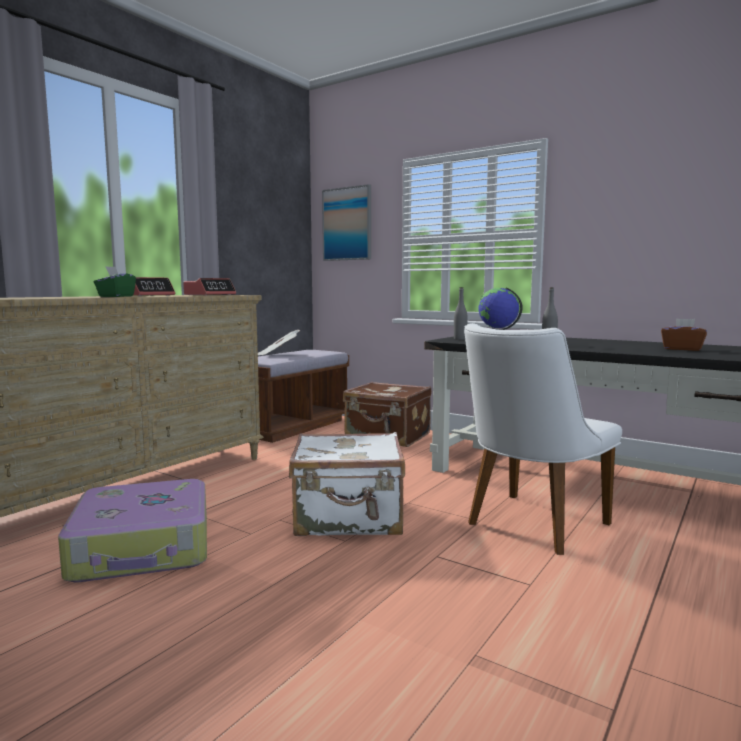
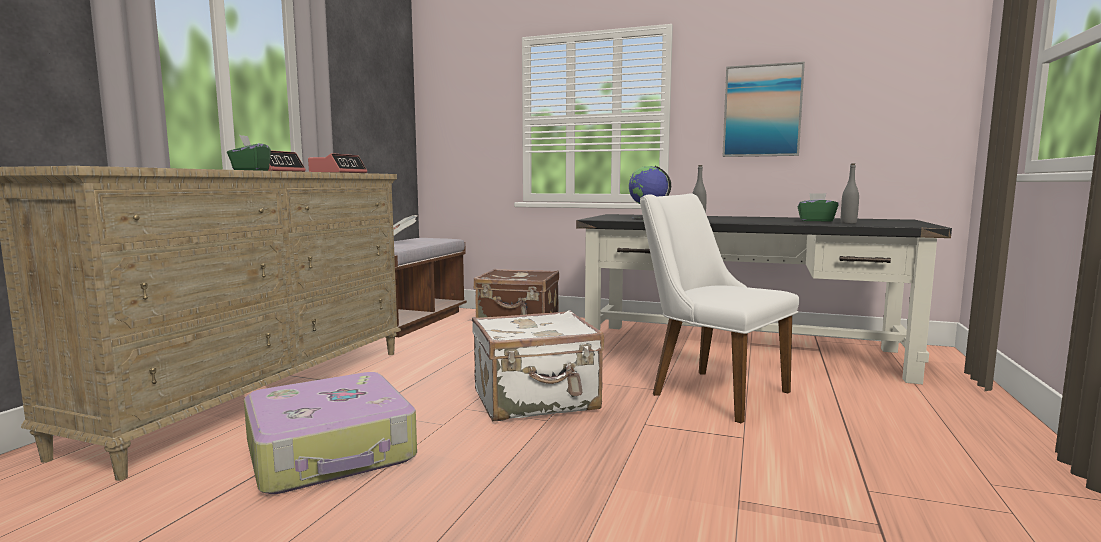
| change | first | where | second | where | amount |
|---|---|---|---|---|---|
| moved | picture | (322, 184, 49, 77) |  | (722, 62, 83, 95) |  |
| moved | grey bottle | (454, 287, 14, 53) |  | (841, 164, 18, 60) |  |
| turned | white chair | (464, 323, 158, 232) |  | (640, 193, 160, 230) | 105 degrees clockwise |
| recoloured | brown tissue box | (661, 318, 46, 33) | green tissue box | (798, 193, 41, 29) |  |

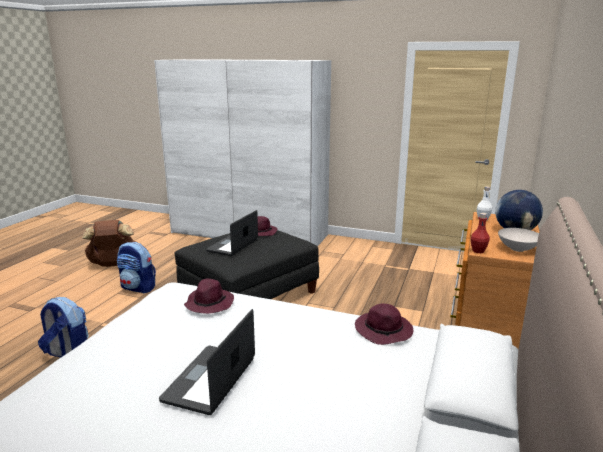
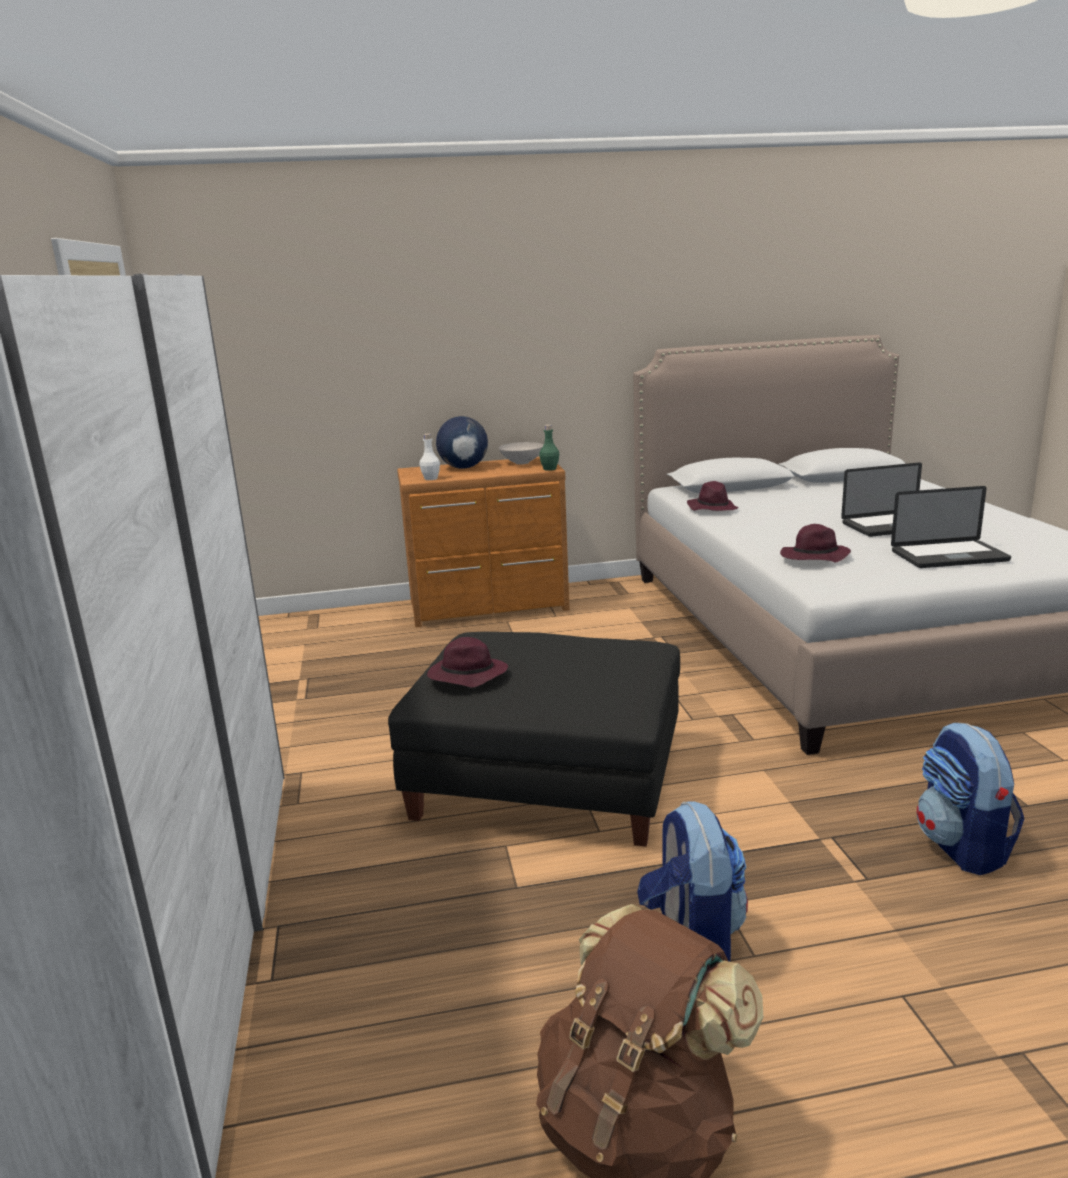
| change | first | where | second | where | amount |
|---|---|---|---|---|---|
| moved | laptop | (206, 210, 52, 46) |  | (891, 486, 120, 82) |  |
| recoloured | red bottle | (471, 213, 19, 40) | green bottle | (539, 425, 20, 46) |  |

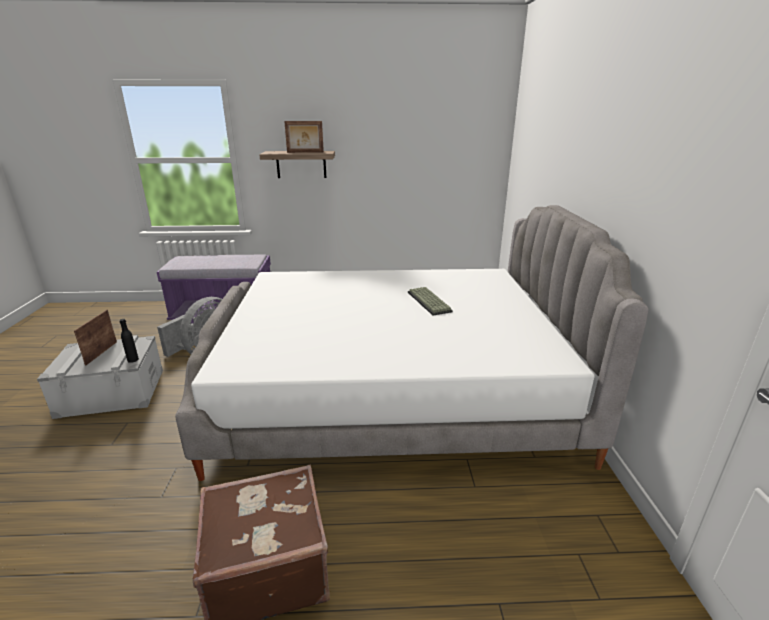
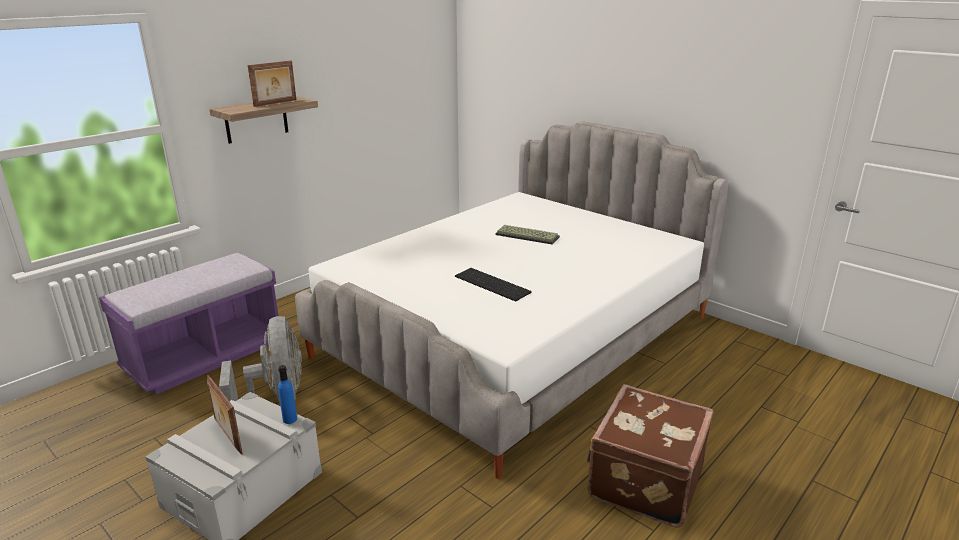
| change | first | where | second | where | amount |
|---|---|---|---|---|---|
| recoloured | black bottle | (119, 319, 20, 44) | blue bottle | (278, 365, 19, 59) |  |
| added |  |  | keyboard | (455, 268, 76, 33) |  |

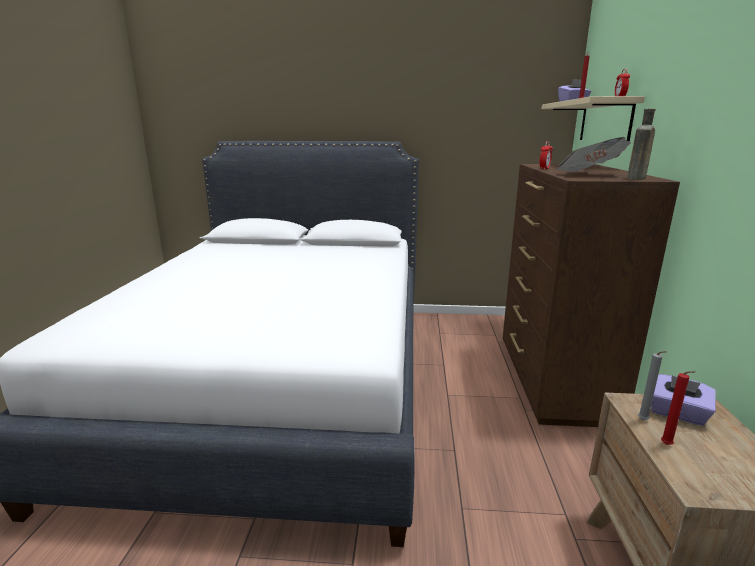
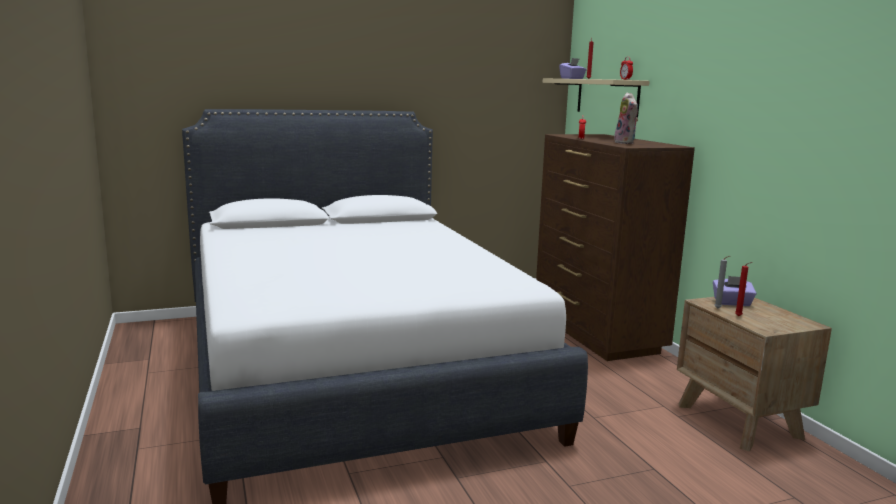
| change | first | where | second | where | amount |
|---|---|---|---|---|---|
| replaced | newspaper | (556, 137, 75, 35) | plush toy | (614, 93, 24, 51) |  |
| removed | brown bottle | (627, 109, 29, 71) |  |  |  |

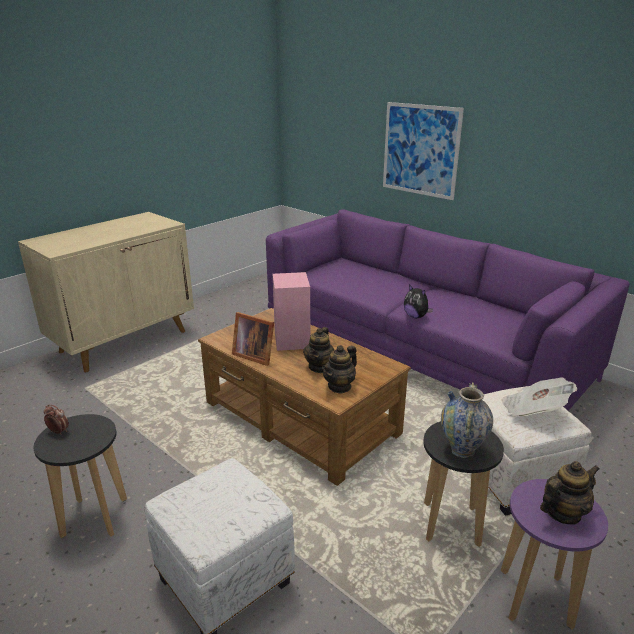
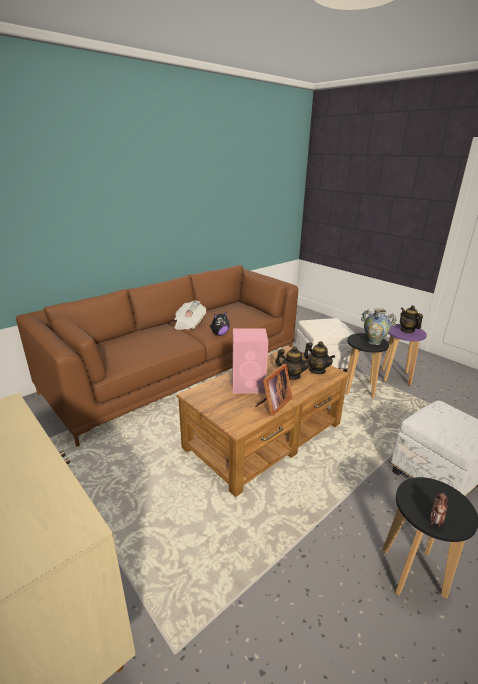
| change | first | where | second | where | amount |
|---|---|---|---|---|---|
| recoloured | purple sofa | (266, 209, 364, 202) | brown sofa | (16, 265, 282, 182) |  |
| removed | picture | (383, 102, 81, 98) |  |  |  |
| moved | newspaper | (502, 377, 75, 40) |  | (174, 301, 32, 29) |  |

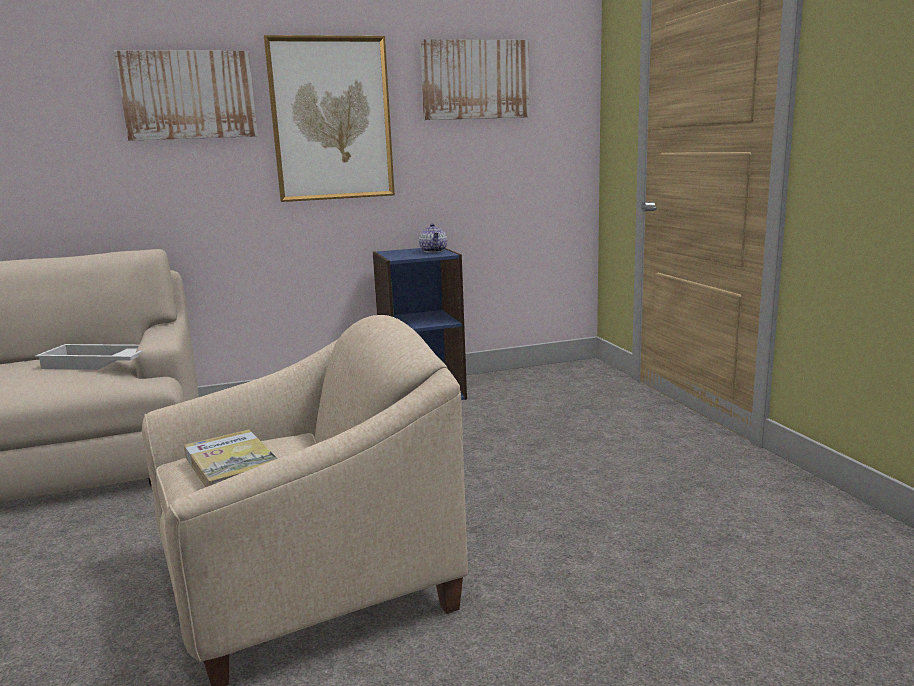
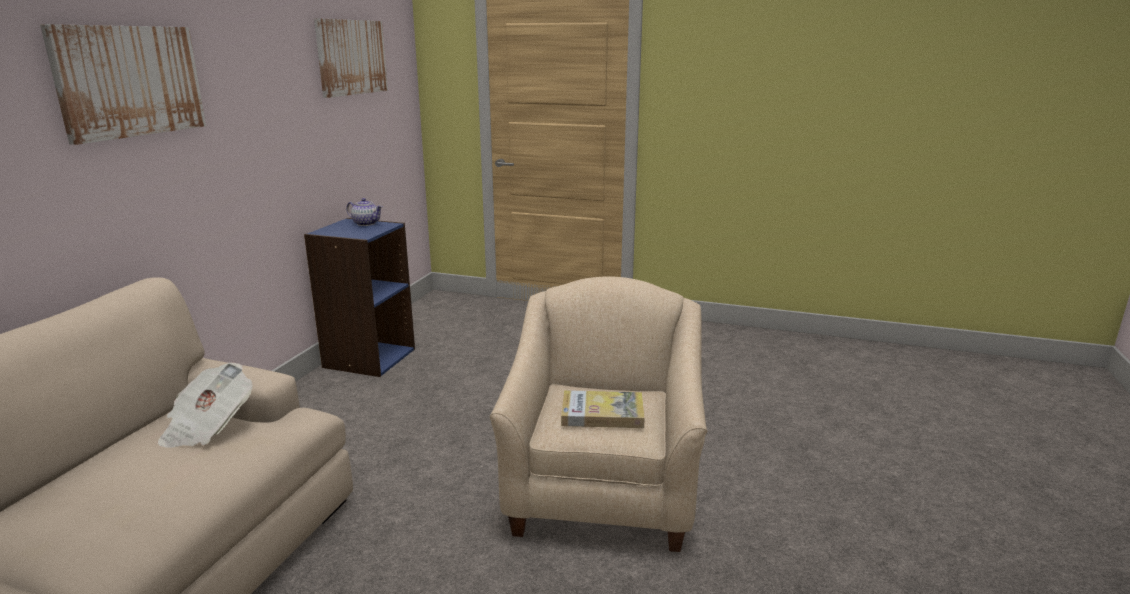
| change | first | where | second | where | amount |
|---|---|---|---|---|---|
| replaced | white tray | (35, 344, 108, 26) | newspaper | (157, 363, 96, 85) |  |
| removed | picture | (264, 35, 131, 167) |  |  |  |

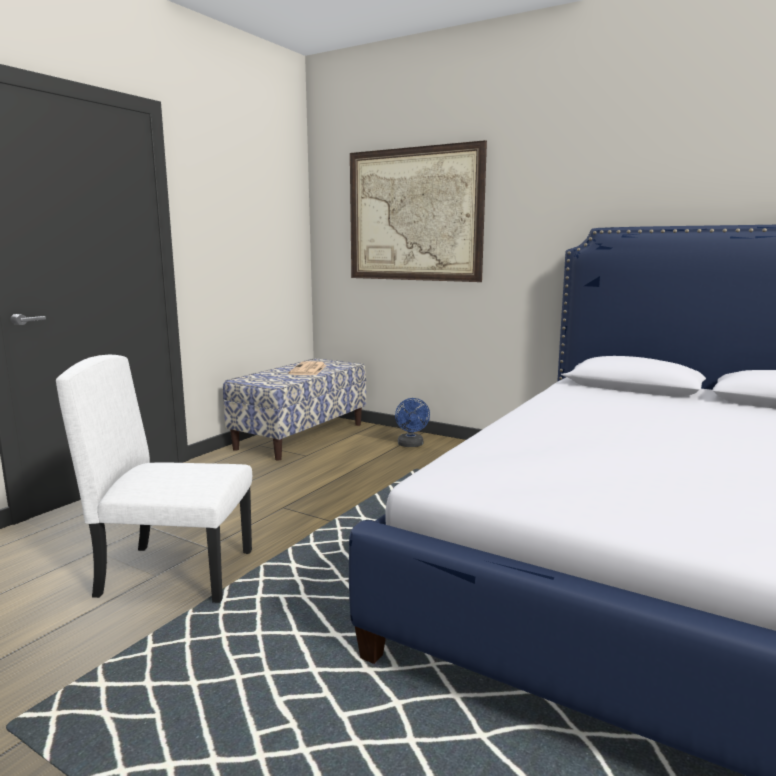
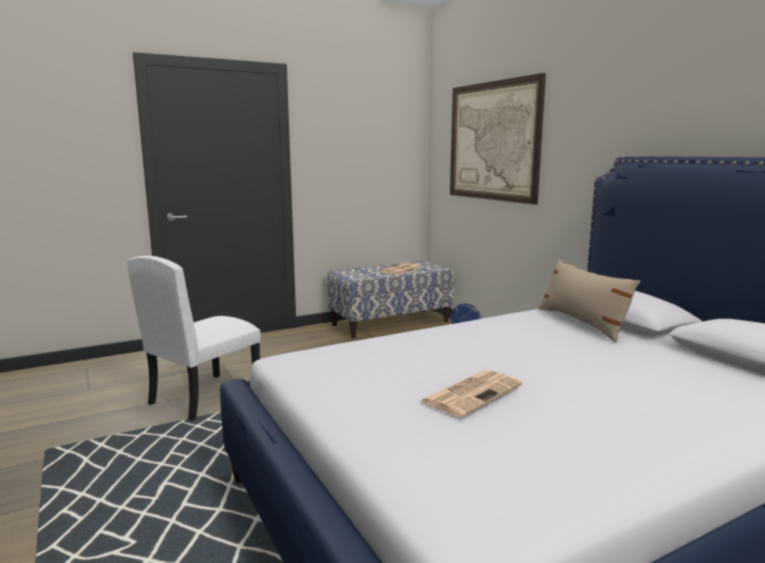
| change | first | where | second | where | amount |
|---|---|---|---|---|---|
| turned | white chair | (56, 355, 196, 248) |  | (127, 256, 134, 165) | 90 degrees counterclockwise |
| added |  |  | newspaper | (419, 370, 104, 48) |  |
| added |  |  | beige pillow | (539, 259, 101, 84) |  |

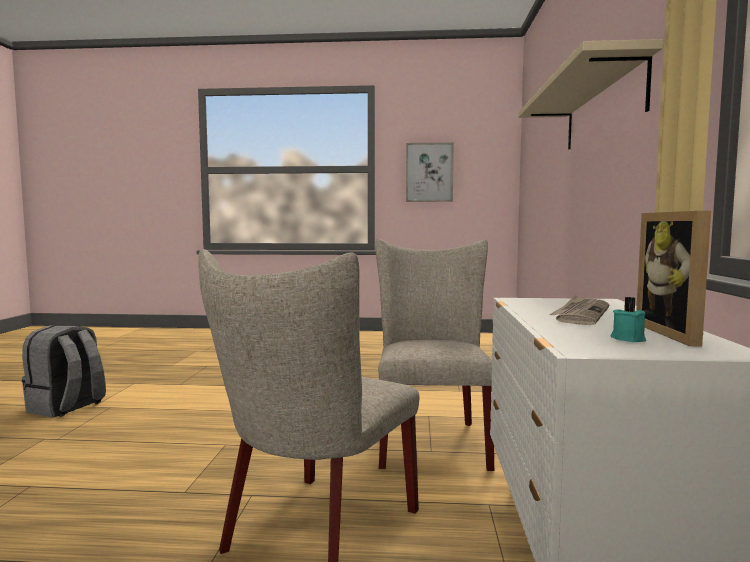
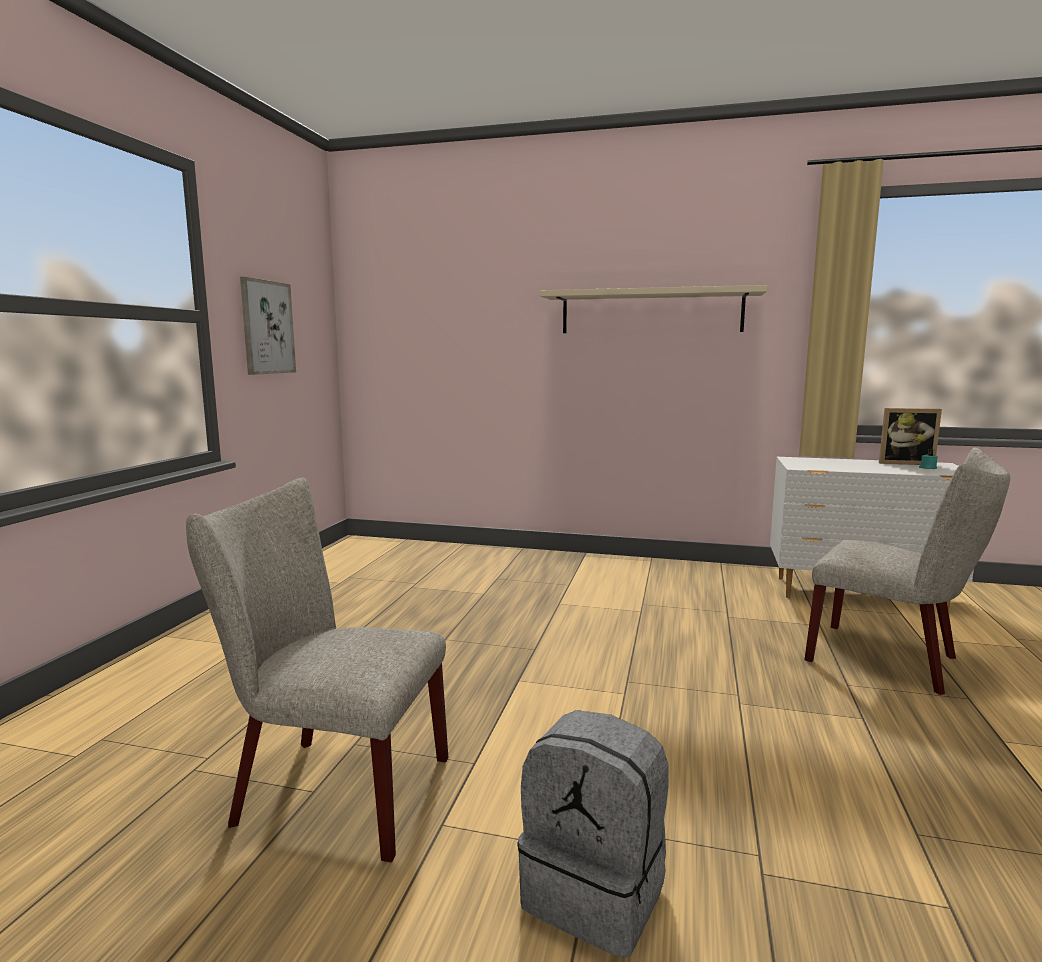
| change | first | where | second | where | amount |
|---|---|---|---|---|---|
| moved | beige chair | (375, 239, 119, 232) |  | (186, 477, 262, 385) |  |
| removed | newspaper | (549, 295, 60, 30) |  |  |  |

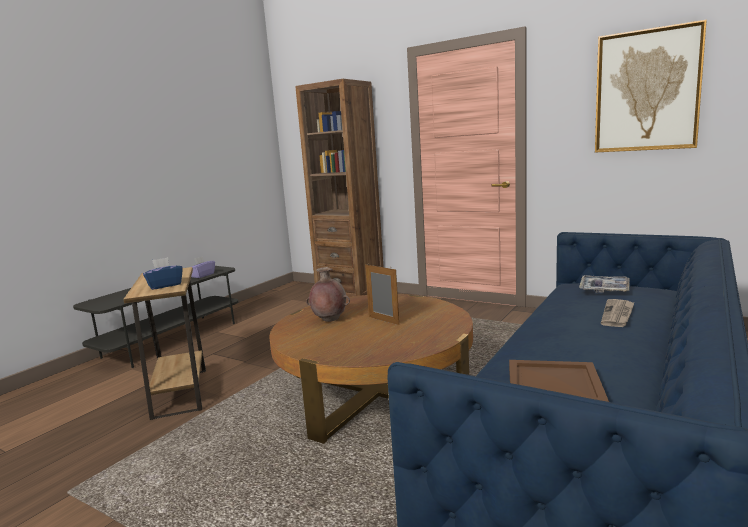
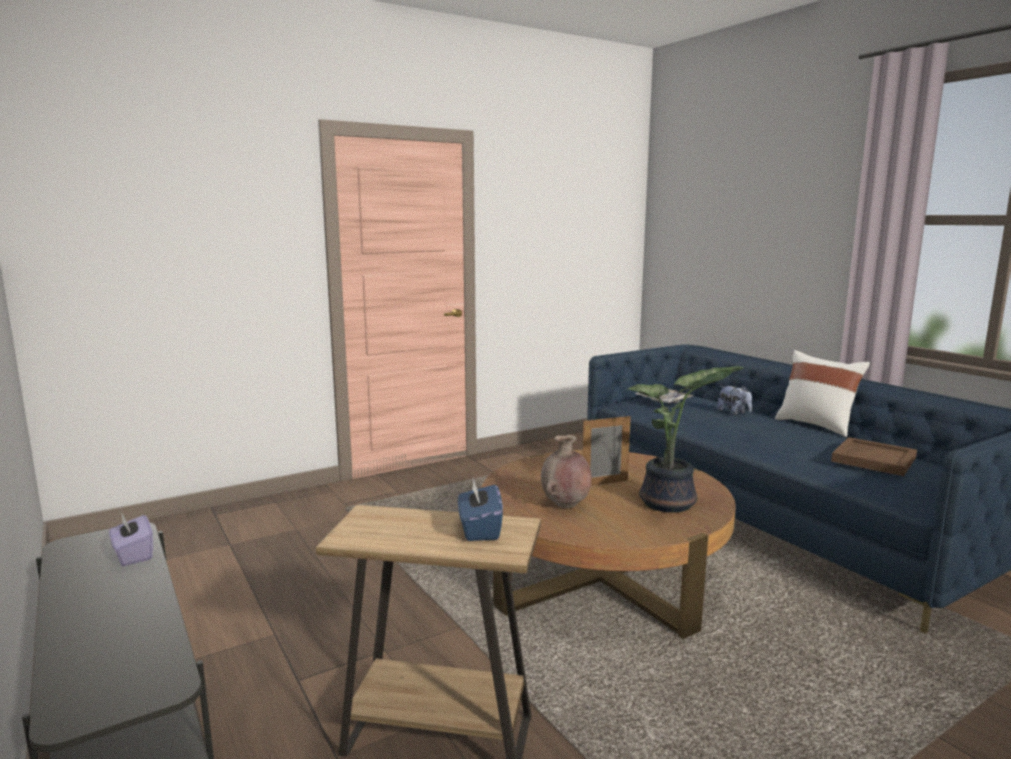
| change | first | where | second | where | amount |
|---|---|---|---|---|---|
| removed | brown bookcase | (295, 79, 88, 218) |  |  |  |
| removed | picture | (595, 19, 112, 133) |  |  |  |
| replaced | newspaper | (601, 299, 33, 28) | plush toy | (717, 386, 35, 29) |  |
| added |  |  | potted plant | (628, 366, 116, 147) |  |
| added |  |  | white pillow | (775, 350, 95, 87) |  |

